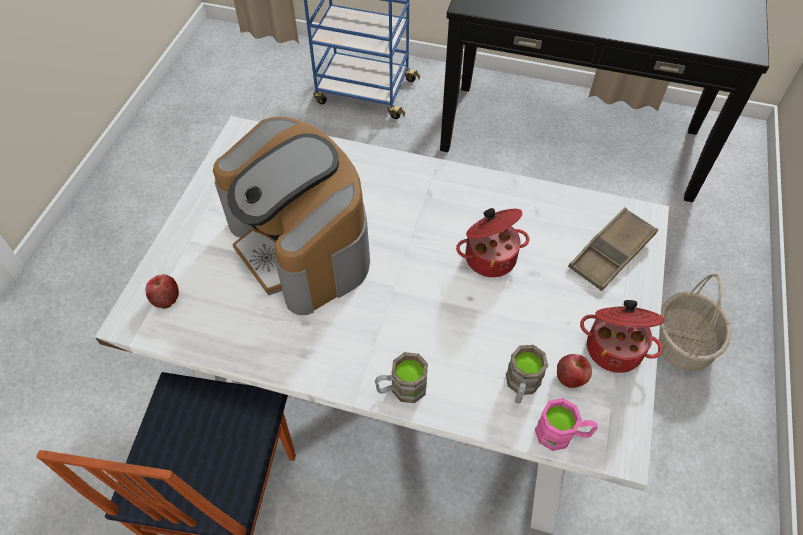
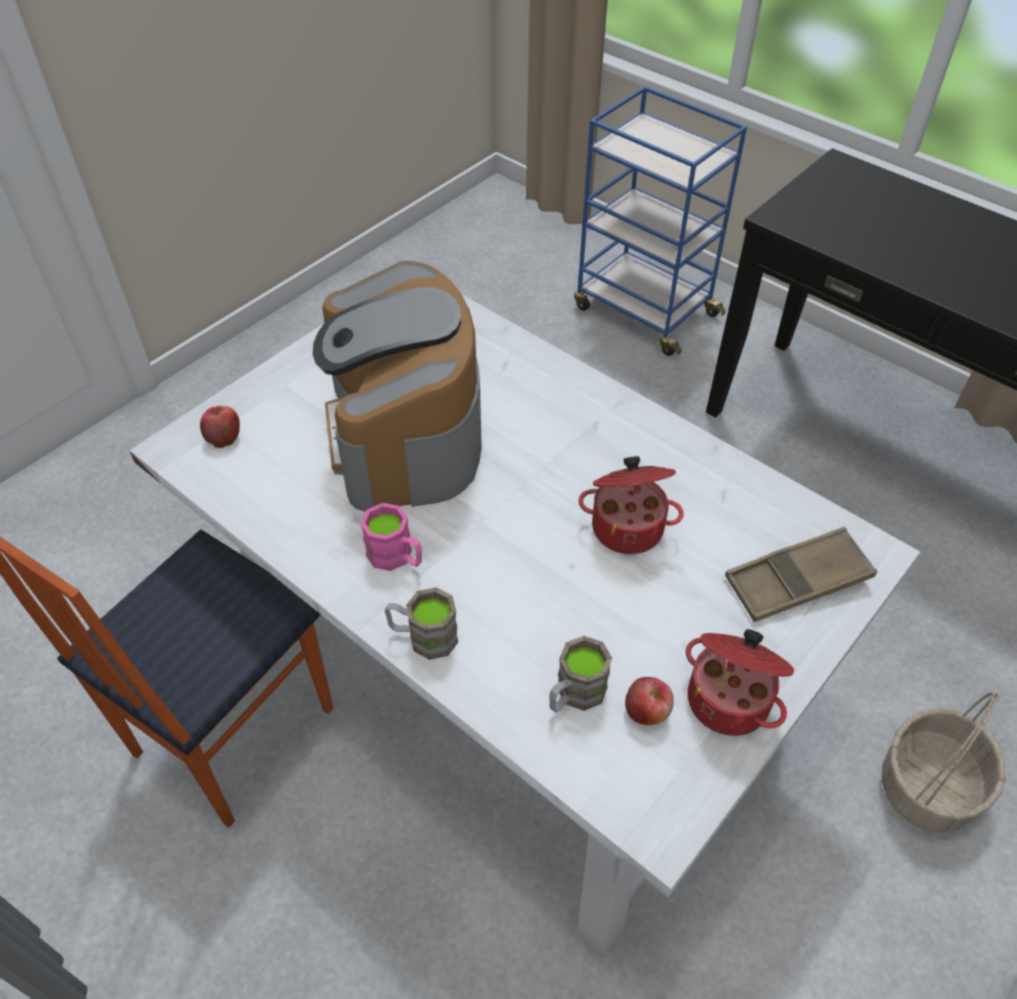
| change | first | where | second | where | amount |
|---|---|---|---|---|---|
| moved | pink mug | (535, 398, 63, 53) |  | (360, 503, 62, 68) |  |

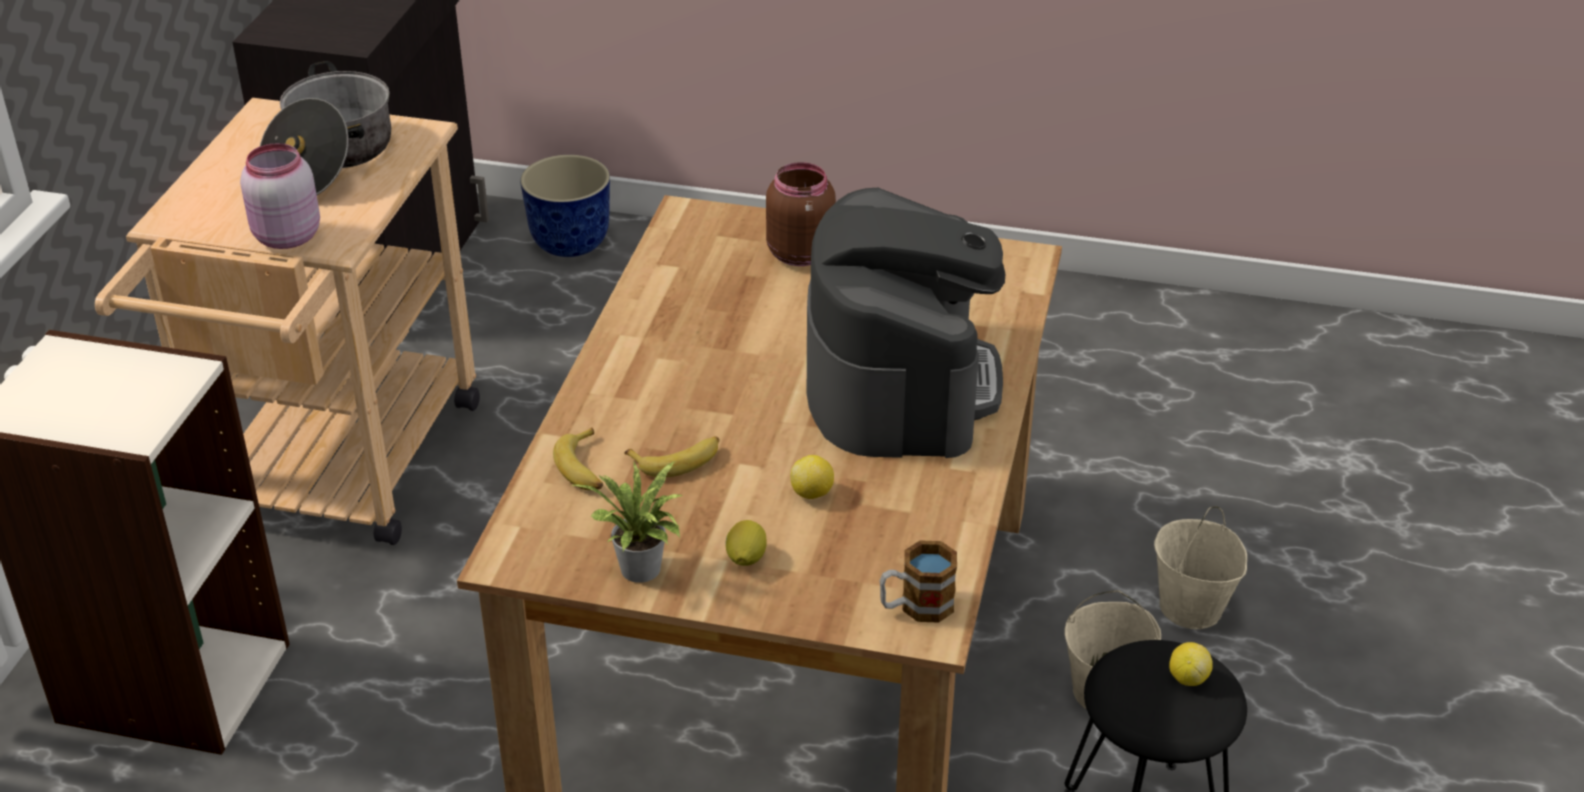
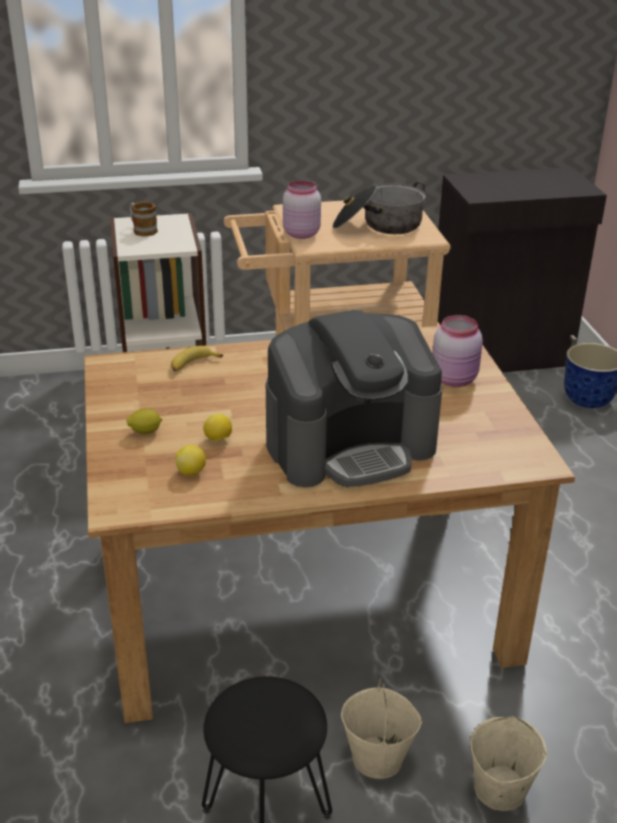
| change | first | where | second | where | amount |
|---|---|---|---|---|---|
| removed | potted plant | (570, 460, 112, 123) |  |  |  |
| removed | banana | (624, 436, 95, 41) |  |  |  |
| recoloured | brown jar | (766, 162, 70, 104) | pink jar | (432, 315, 51, 72) |  |
| moved | mug | (880, 540, 77, 83) |  | (129, 202, 29, 35) |  |
| moved | lemon | (1169, 642, 44, 44) |  | (175, 445, 31, 30) |  |

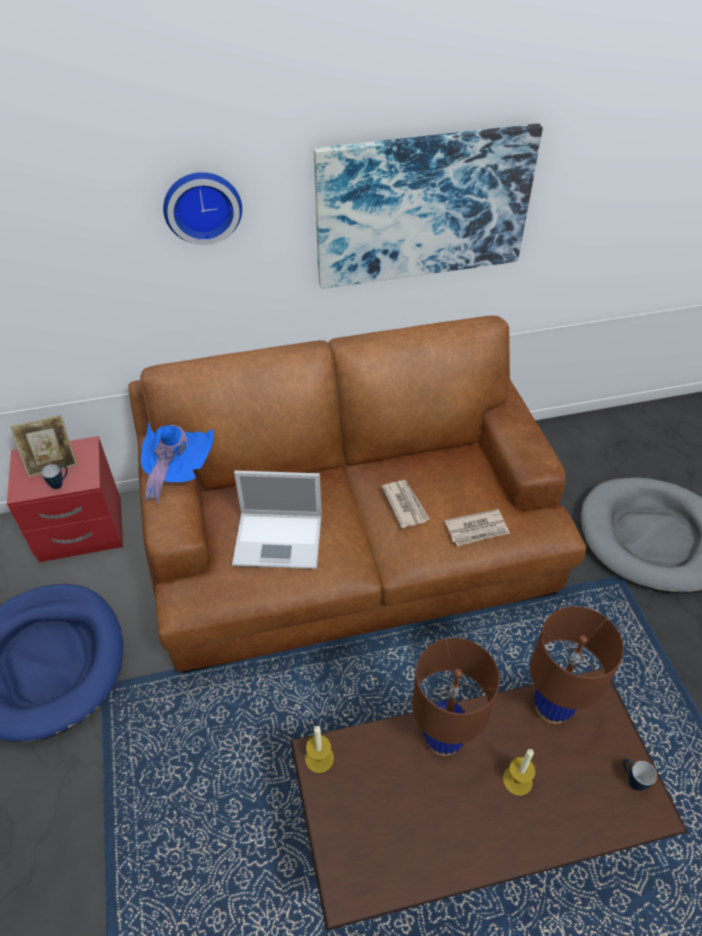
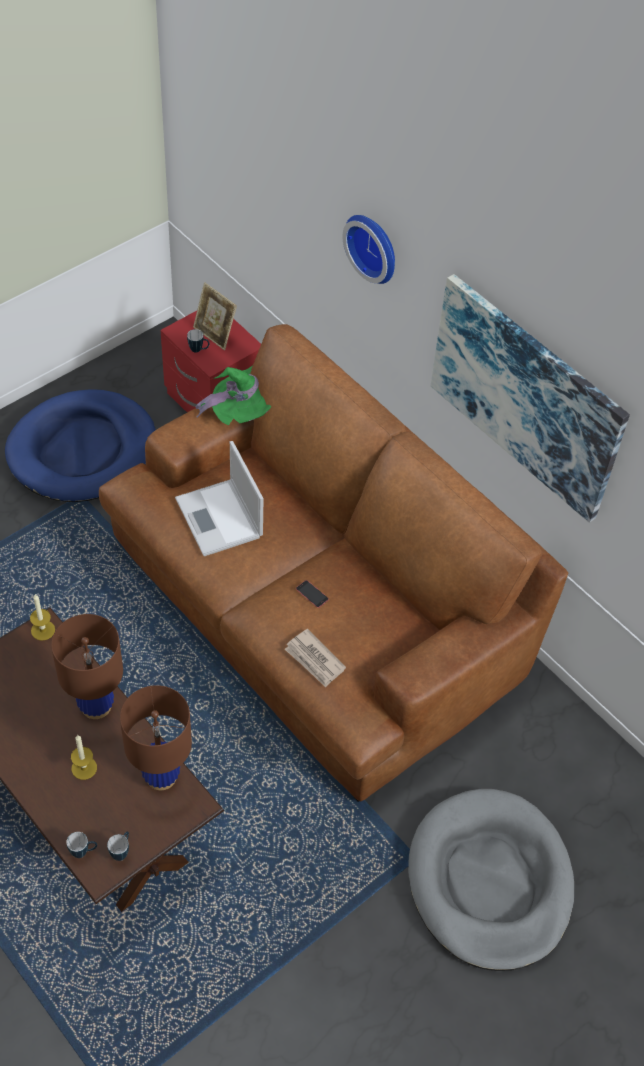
| change | first | where | second | where | amount |
|---|---|---|---|---|---|
| recoloured | blue hat | (141, 422, 73, 82) | green hat | (196, 365, 75, 60) |  |
| replaced | newspaper | (382, 480, 48, 48) | phone | (296, 580, 33, 28) |  |
| added |  |  | mug | (66, 832, 31, 26) |  |

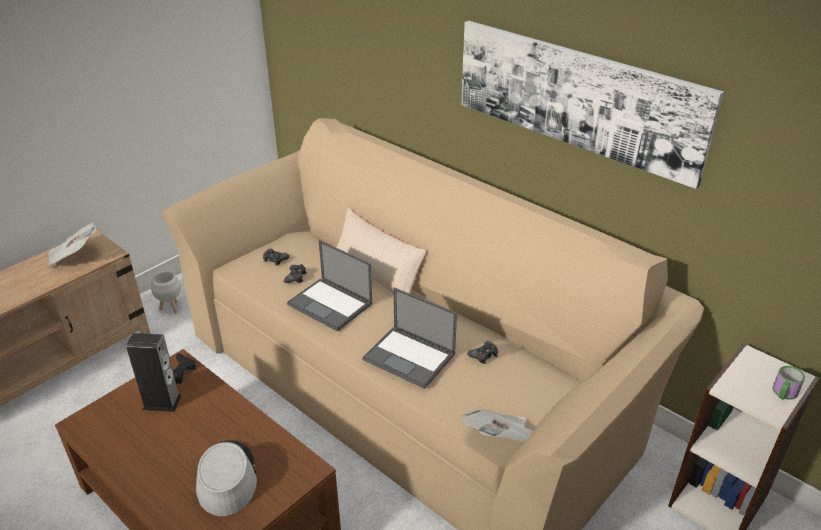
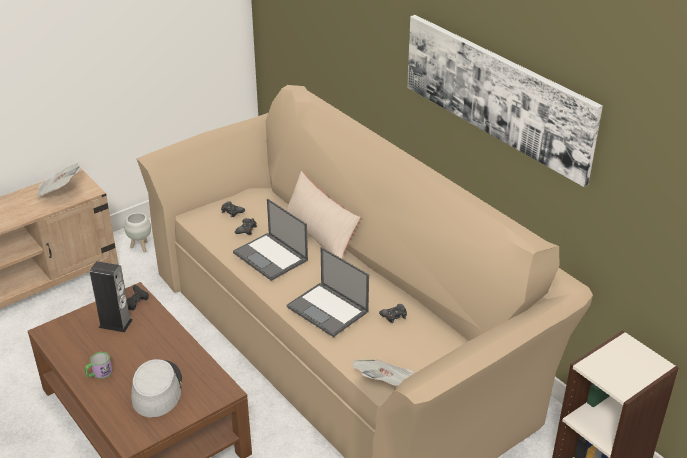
| change | first | where | second | where | amount |
|---|---|---|---|---|---|
| moved | mug | (772, 366, 33, 34) |  | (85, 352, 27, 27) |  |

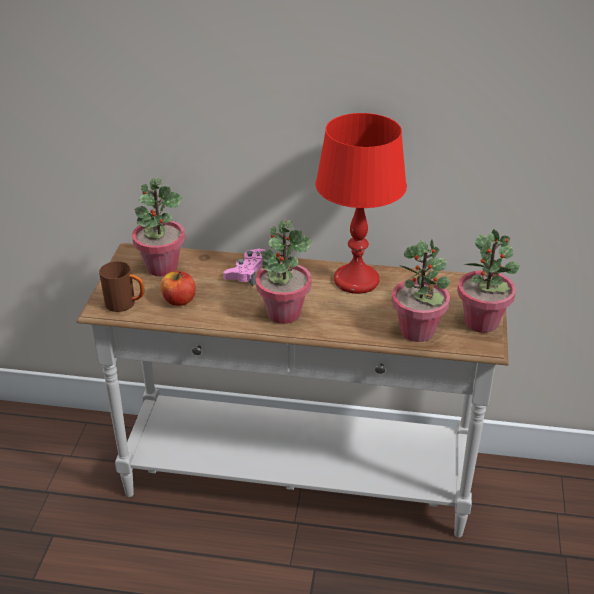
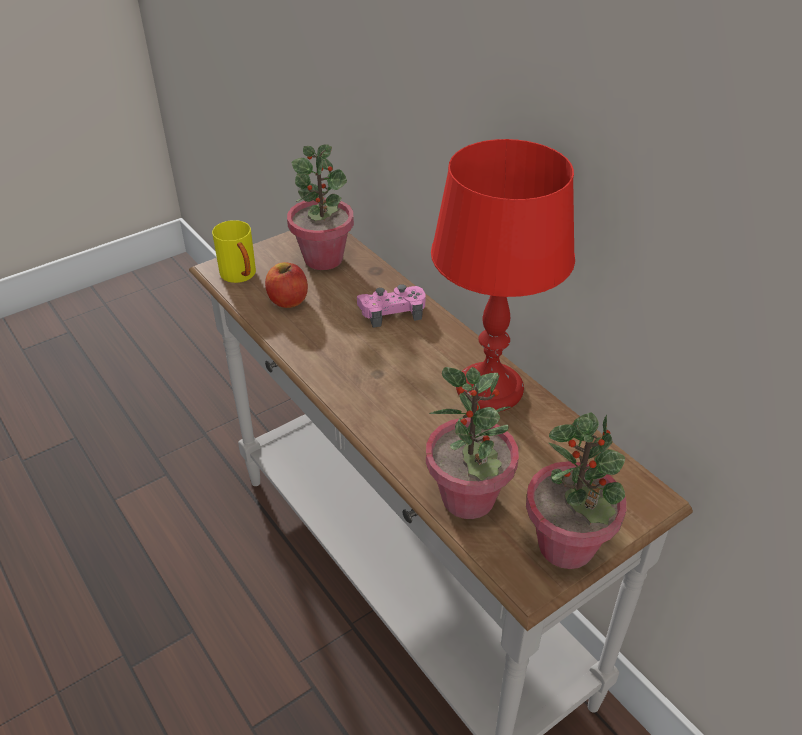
| change | first | where | second | where | amount |
|---|---|---|---|---|---|
| recoloured | brown mug | (99, 261, 46, 51) | yellow mug | (212, 220, 44, 63) |  |
| removed | potted plant | (255, 220, 57, 104) |  |  |  |

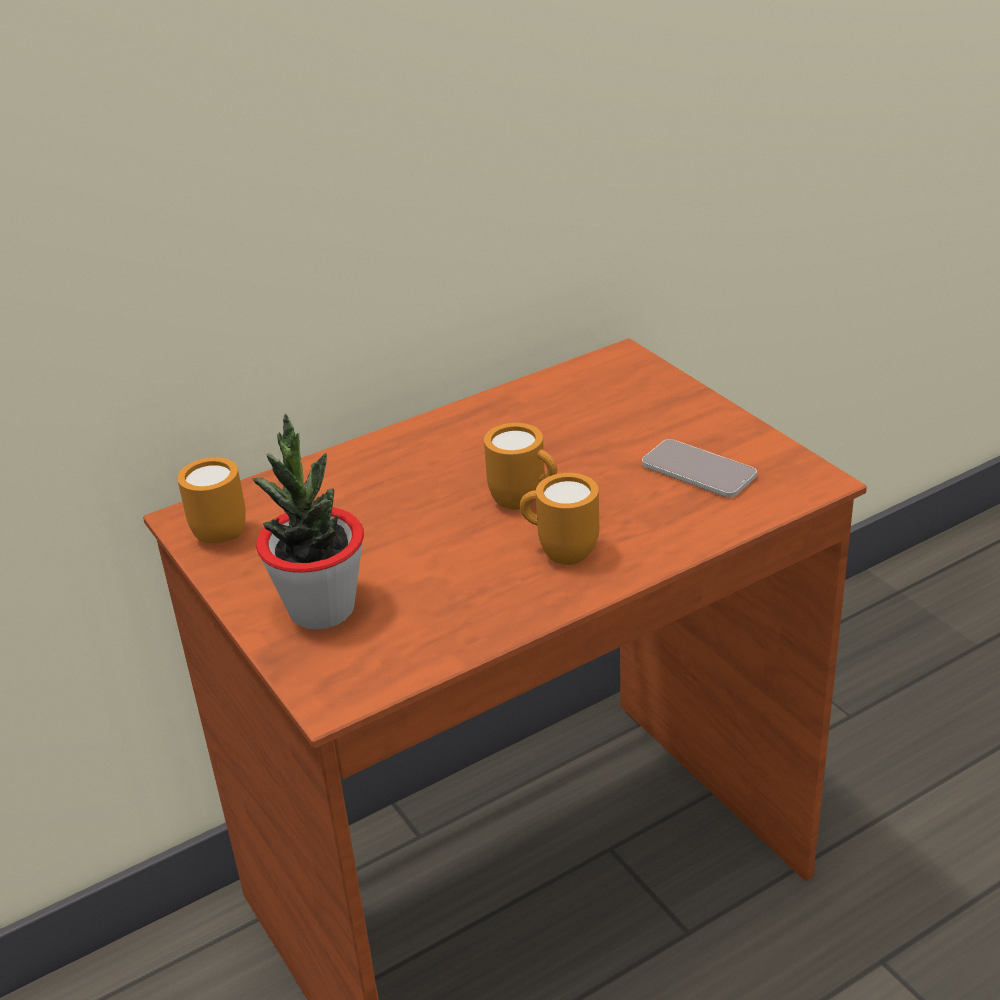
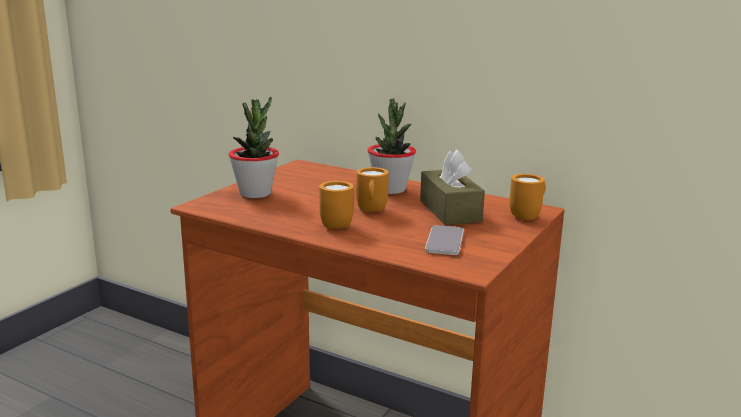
| change | first | where | second | where | amount |
|---|---|---|---|---|---|
| moved | orange mug | (177, 457, 69, 86) |  | (509, 174, 37, 46) |  |
| added |  |  | potted plant | (368, 98, 48, 96) |  |
| added |  |  | brown tissue box | (420, 150, 65, 75) |  |

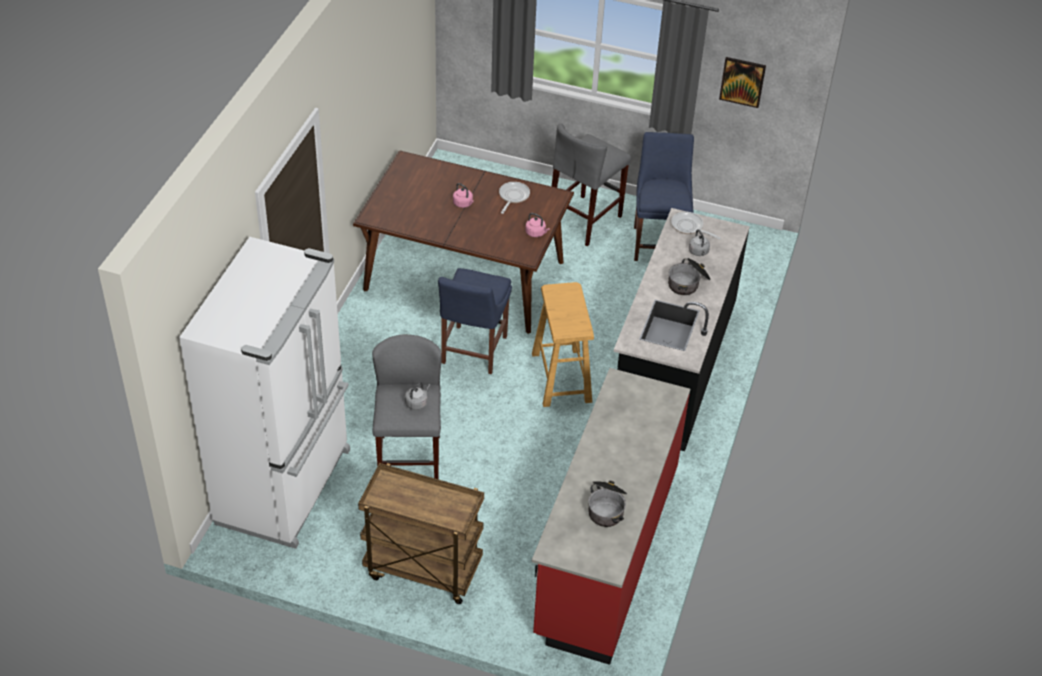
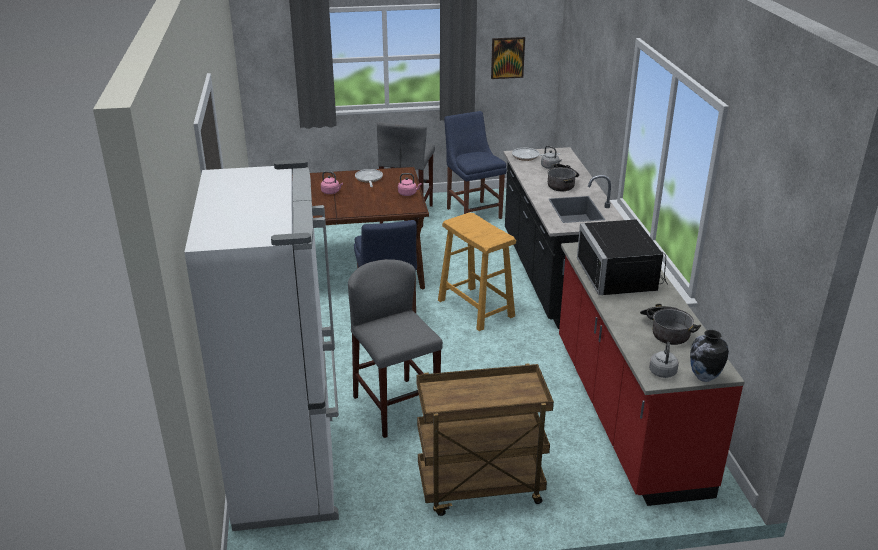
| change | first | where | second | where | amount |
|---|---|---|---|---|---|
| moved | grey kettle | (405, 382, 26, 28) |  | (649, 341, 30, 37) |  |
| added |  |  | black microwave | (577, 220, 91, 75) |  |
| added |  |  | vase | (690, 330, 39, 52) |  |

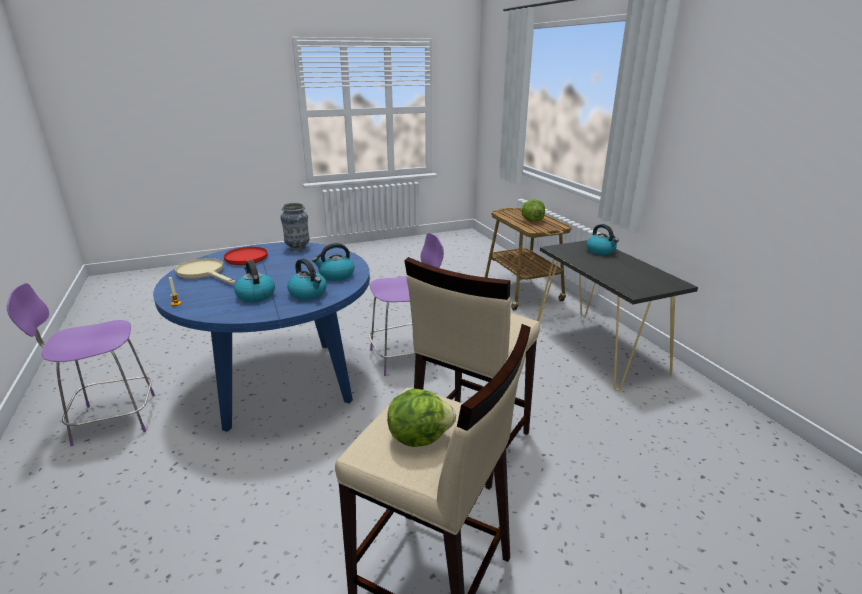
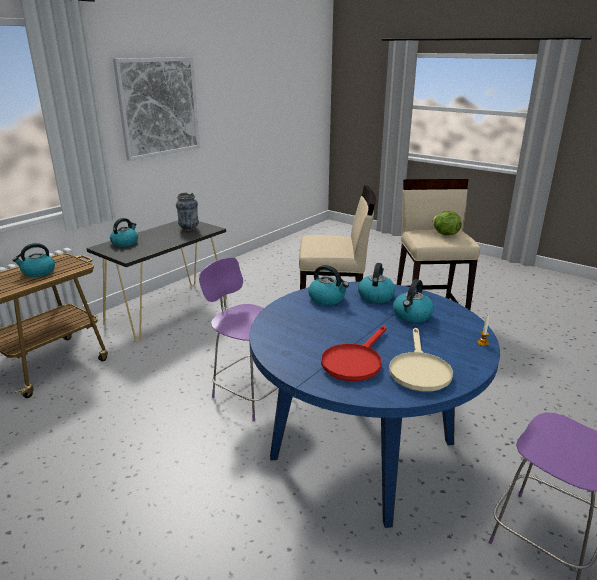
| change | first | where | second | where | amount |
|---|---|---|---|---|---|
| moved | vase | (281, 203, 28, 48) |  | (176, 192, 23, 39) |  |
| replaced | lettuce | (522, 199, 23, 23) | kettle | (13, 243, 42, 34) |  |
| added |  |  | picture | (113, 57, 87, 104) |  |

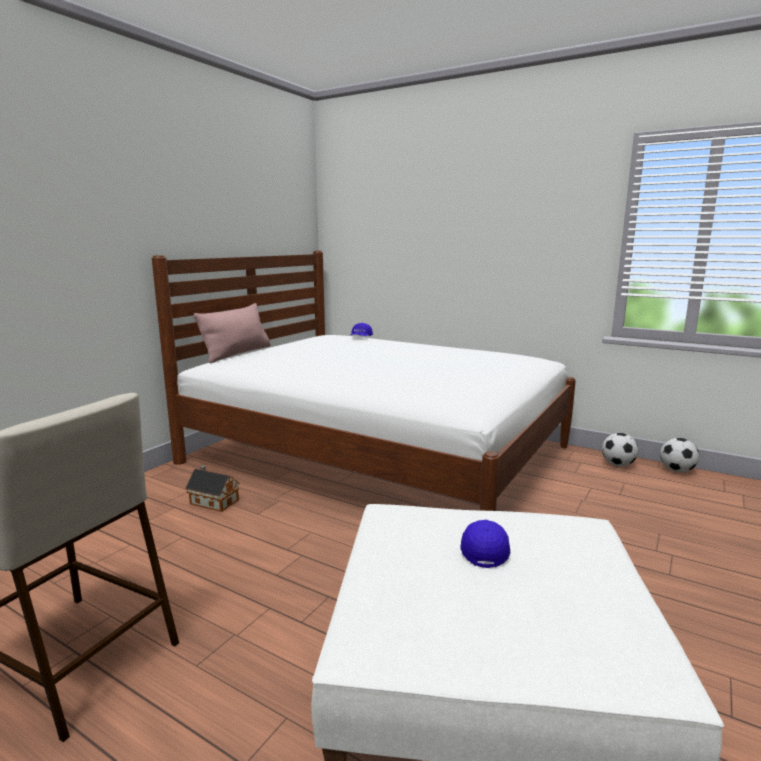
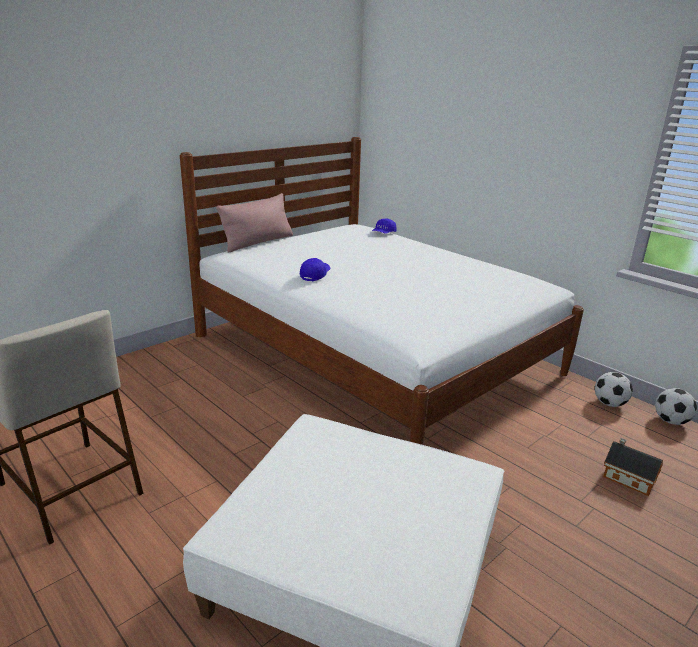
| change | first | where | second | where | amount |
|---|---|---|---|---|---|
| moved | toy house | (185, 465, 55, 47) |  | (603, 438, 60, 58) |  |
| moved | blue cap | (460, 520, 50, 48) |  | (300, 258, 31, 23) |  |

